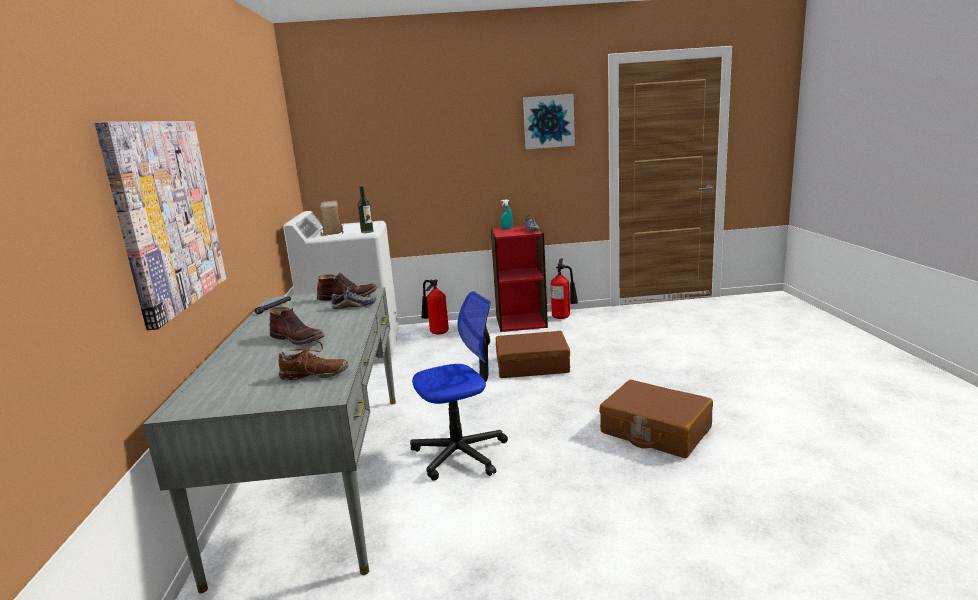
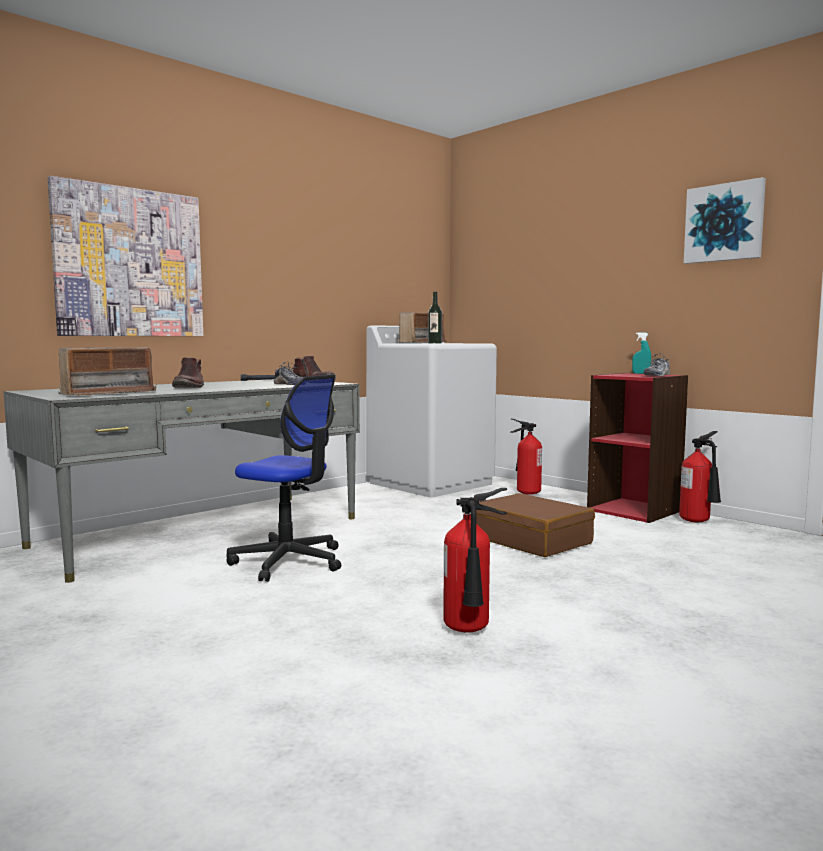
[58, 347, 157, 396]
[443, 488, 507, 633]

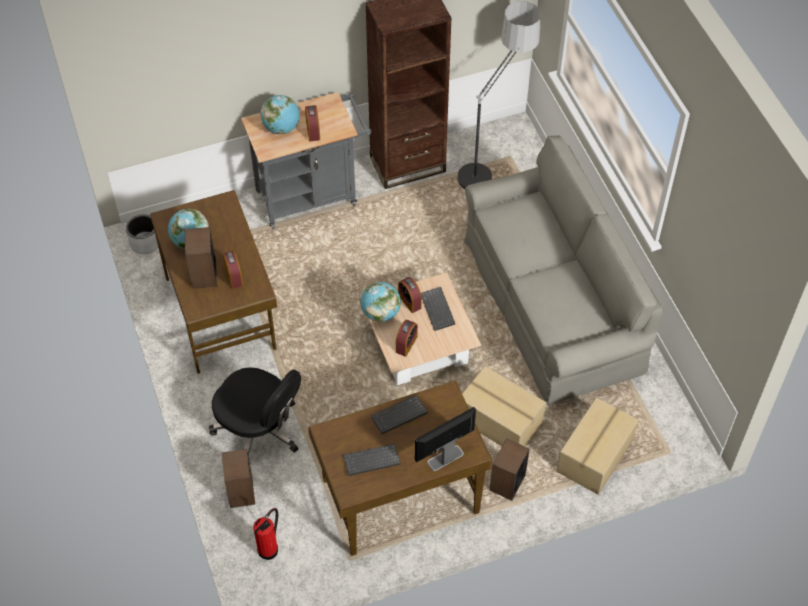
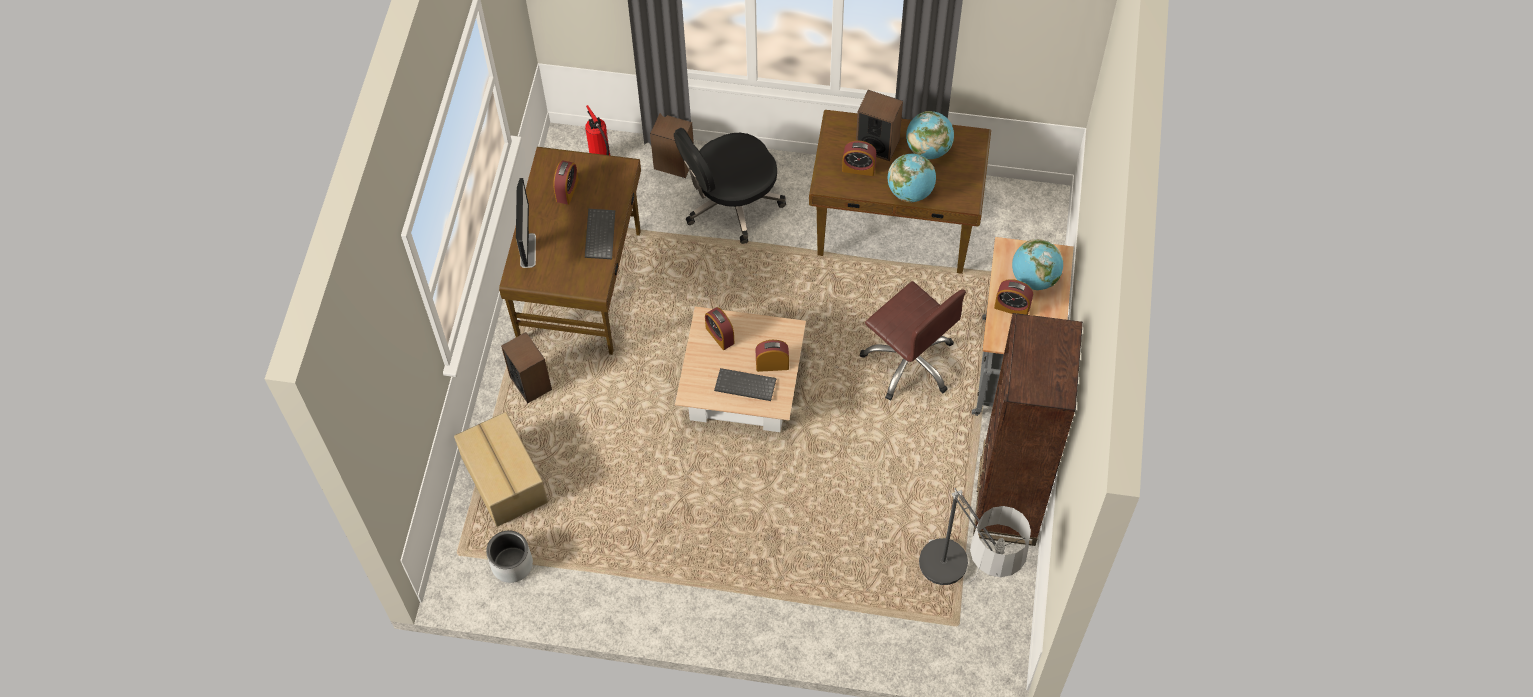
[464, 136, 663, 405] (first image)
[486, 530, 533, 583]
[888, 154, 936, 202]
[462, 366, 546, 446] (first image)
[553, 160, 579, 205]
[860, 281, 966, 401]

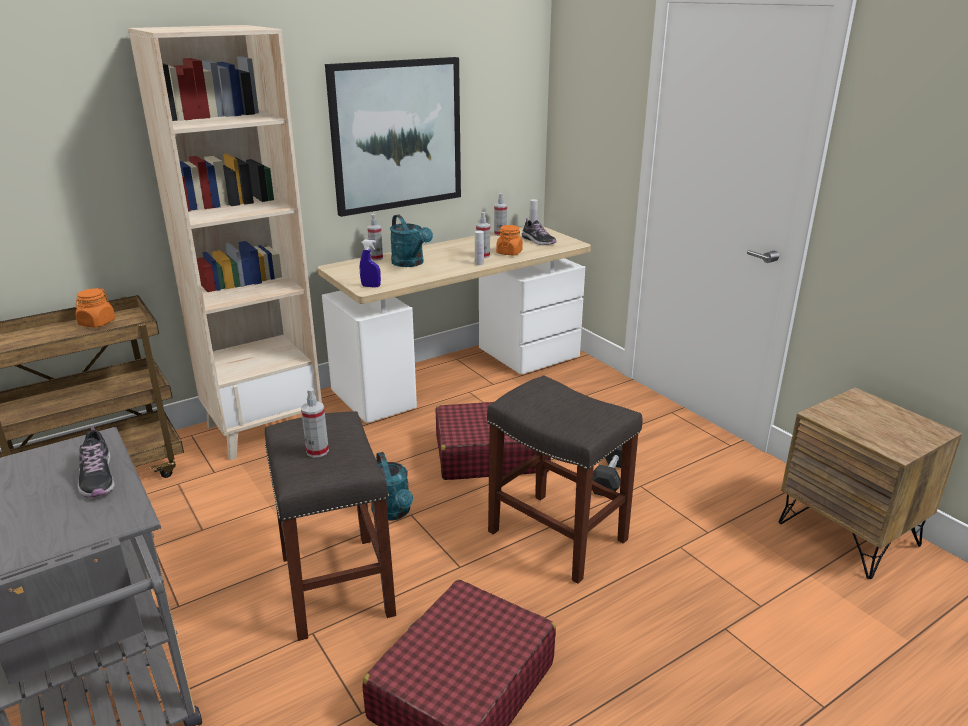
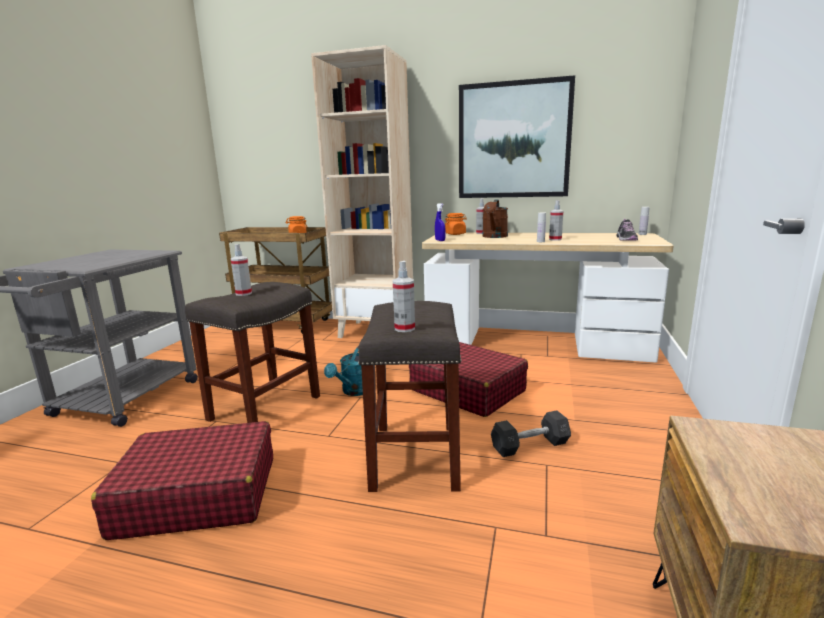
[393, 261, 415, 332]
[482, 200, 508, 238]
[445, 213, 467, 235]
[78, 425, 115, 497] (first image)

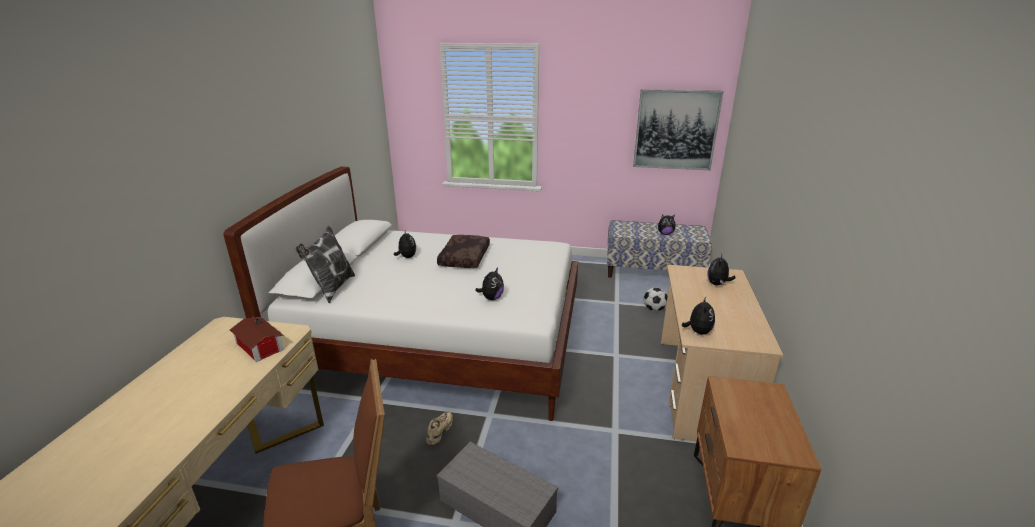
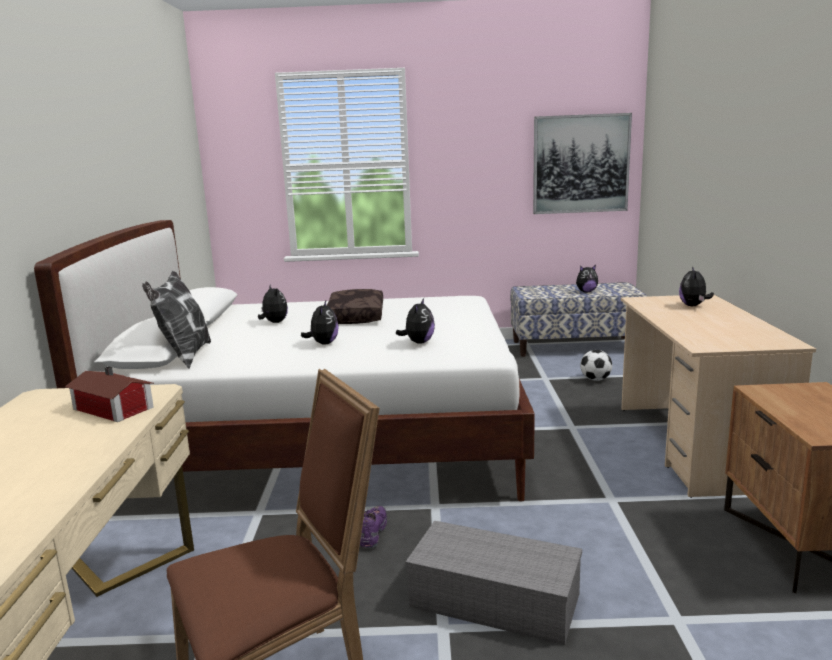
[301, 301, 339, 344]
[360, 506, 387, 548]

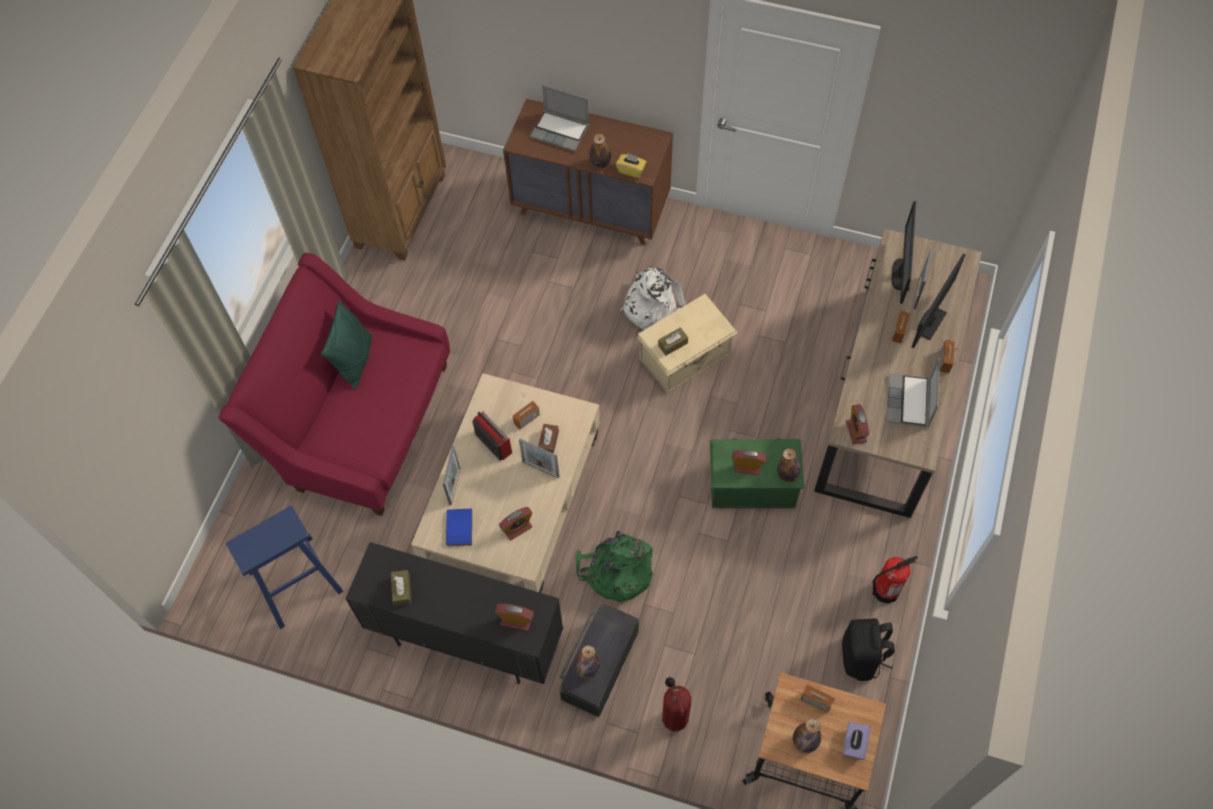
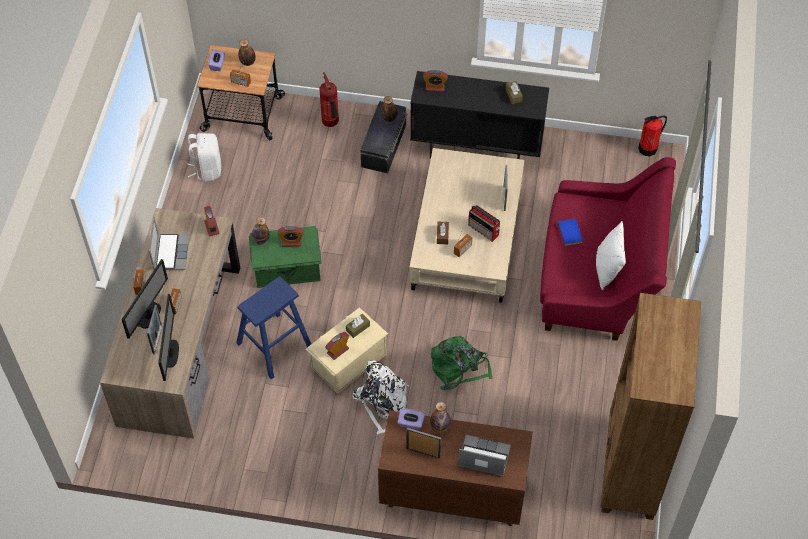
[398, 408, 425, 430]
[596, 221, 626, 290]
[407, 428, 441, 459]
[236, 276, 311, 379]
[325, 332, 349, 360]
[558, 219, 583, 246]
[430, 336, 492, 390]
[638, 115, 667, 156]
[187, 133, 221, 181]

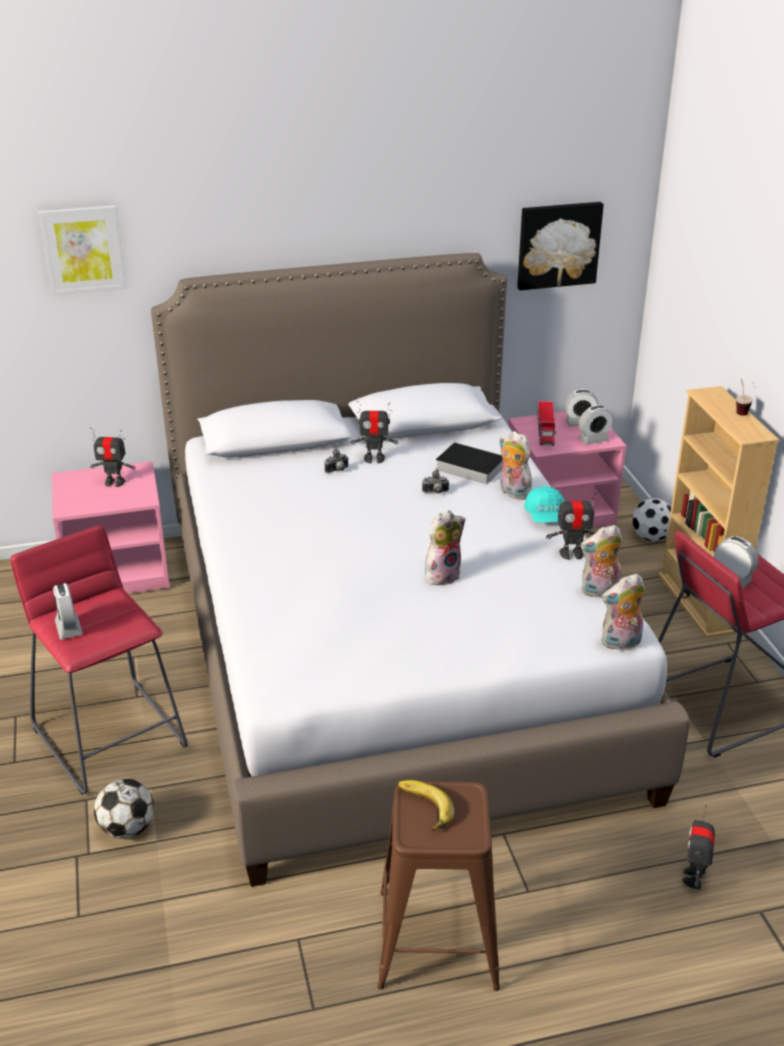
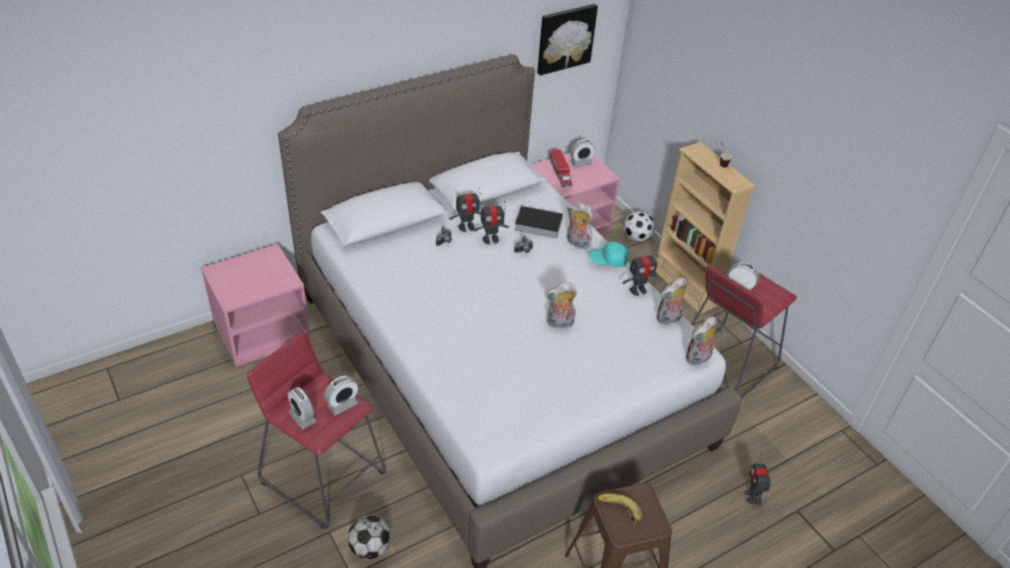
[38, 205, 127, 296] (first image)
[324, 375, 358, 415]
[473, 201, 509, 245]
[589, 241, 628, 267]
[546, 282, 577, 328]

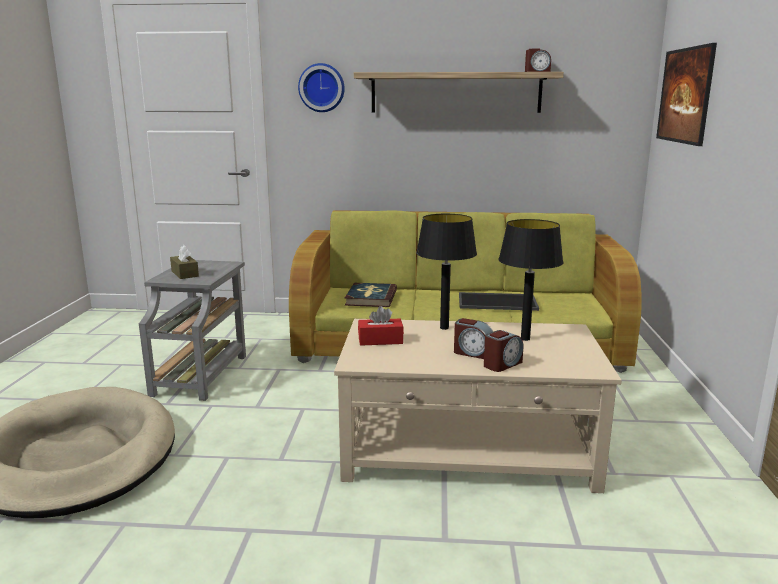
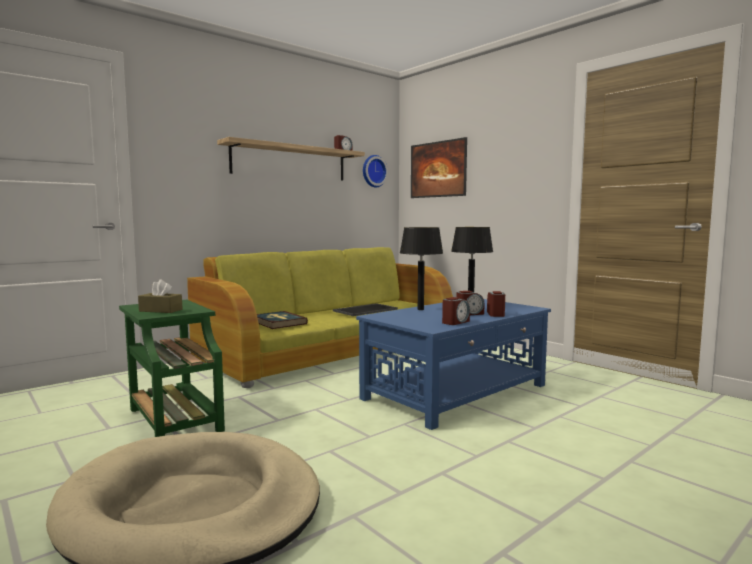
[363, 155, 388, 187]
[119, 300, 225, 437]
[358, 306, 404, 346] (first image)
[356, 299, 551, 430]
[442, 297, 470, 325]

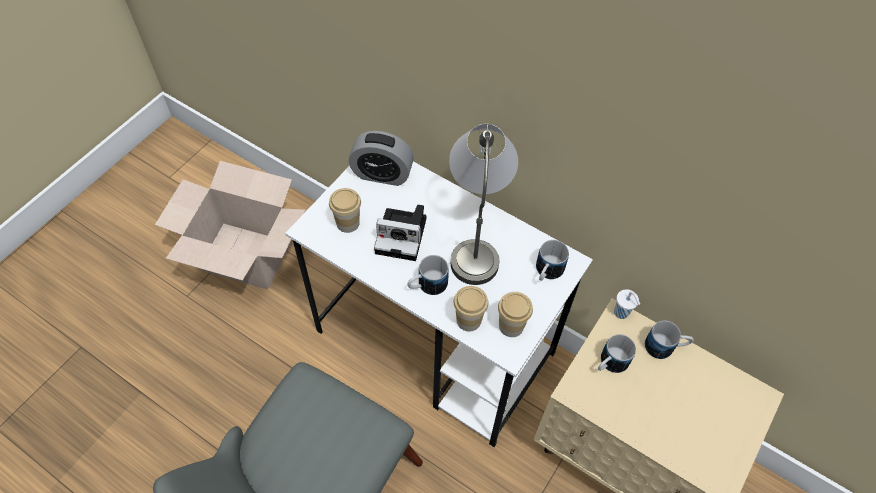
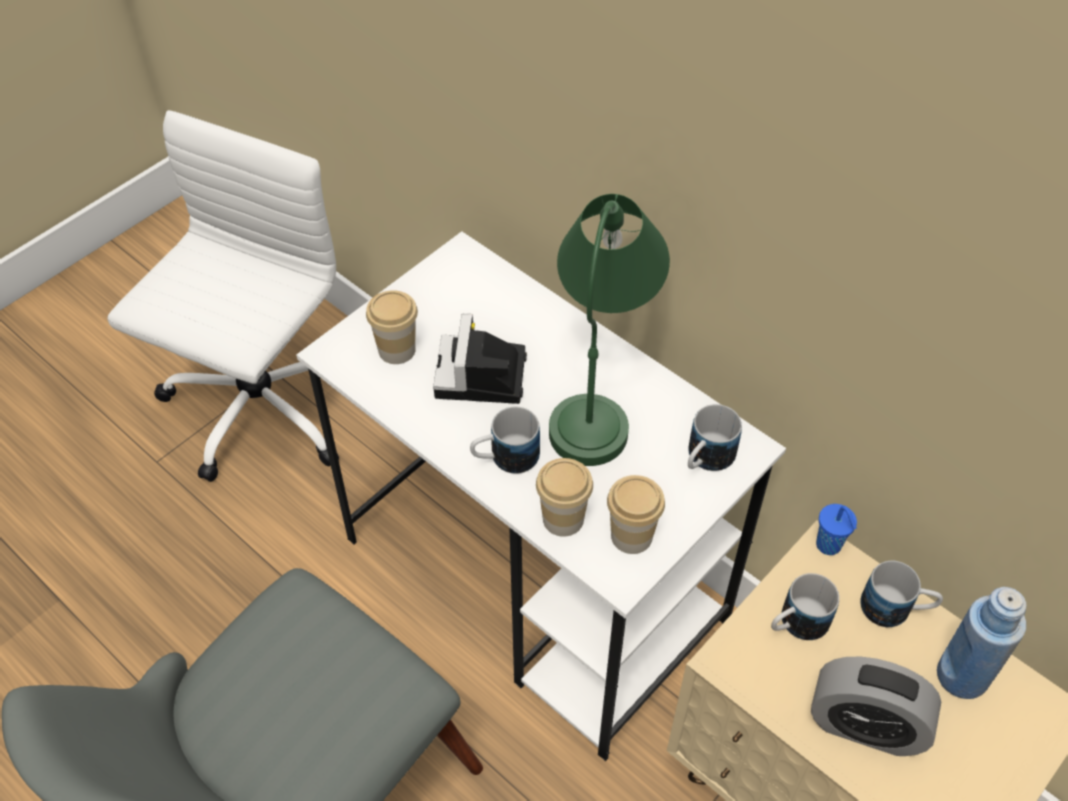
[549, 194, 670, 466]
[811, 657, 941, 756]
[108, 110, 339, 482]
[433, 314, 527, 404]
[816, 504, 857, 555]
[937, 587, 1026, 699]

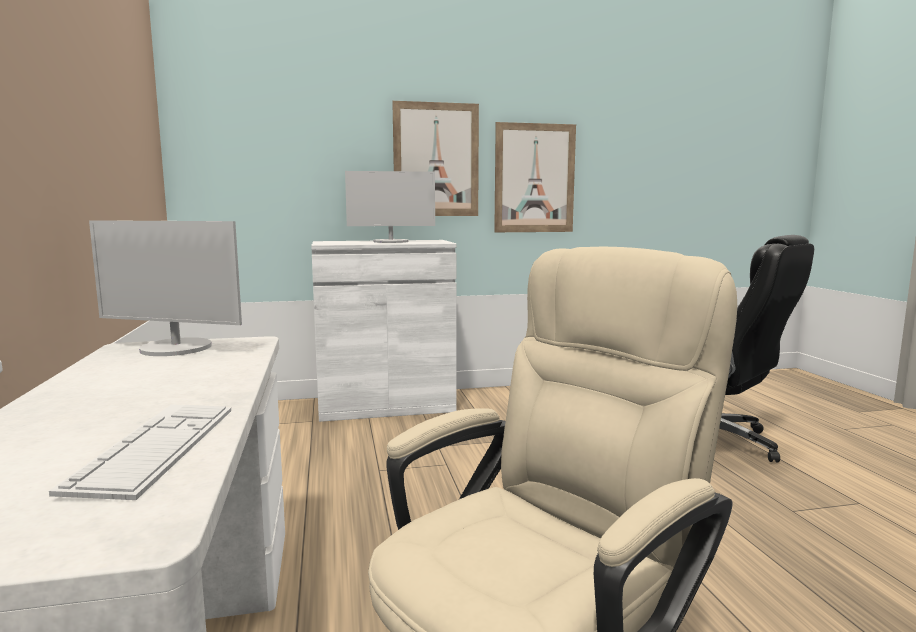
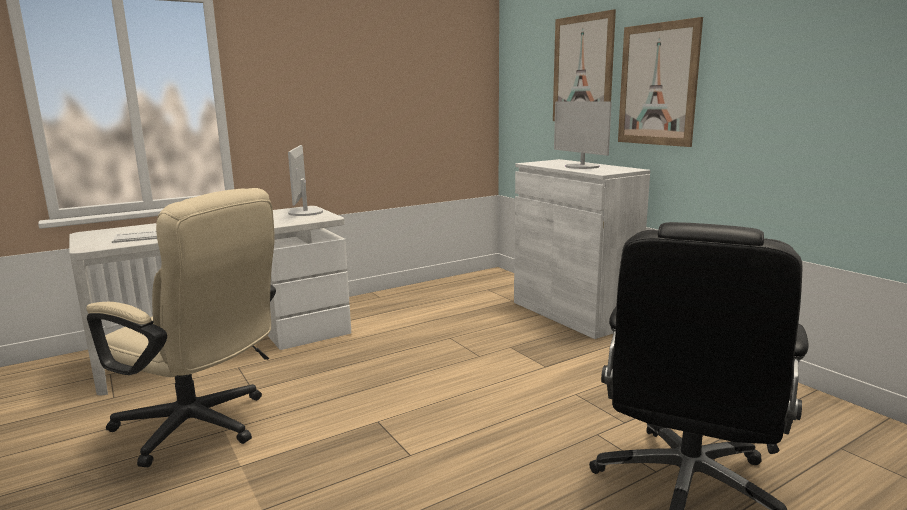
[553, 9, 616, 121]

